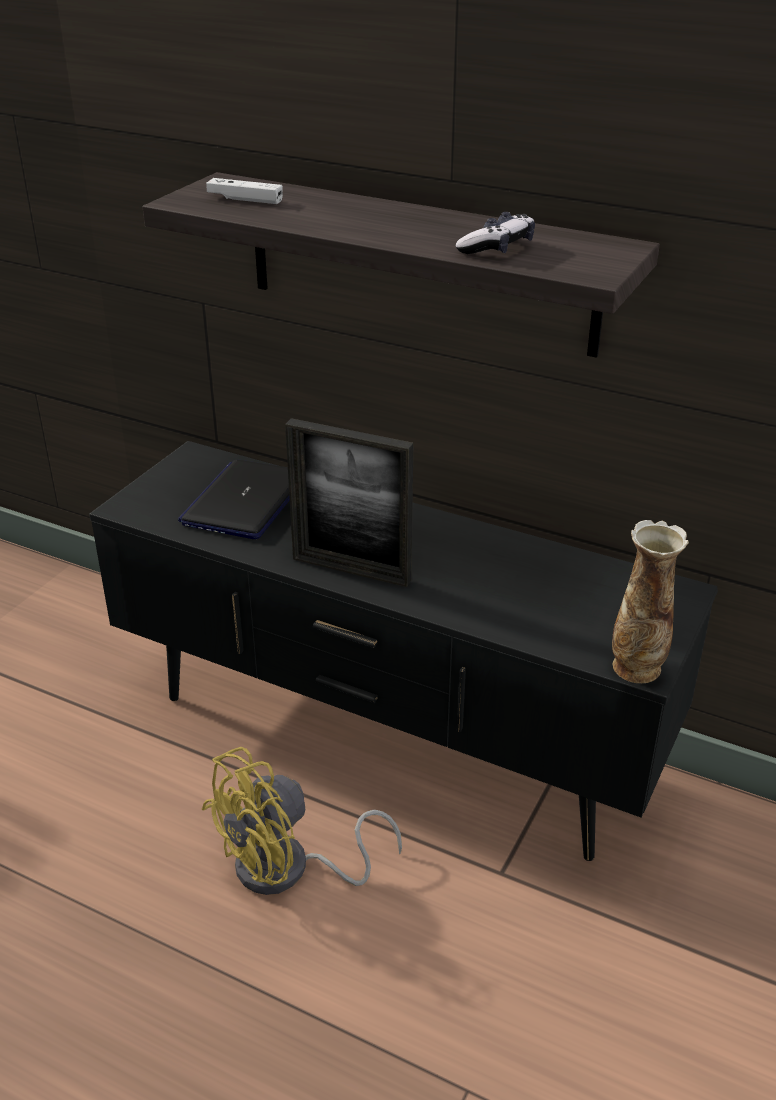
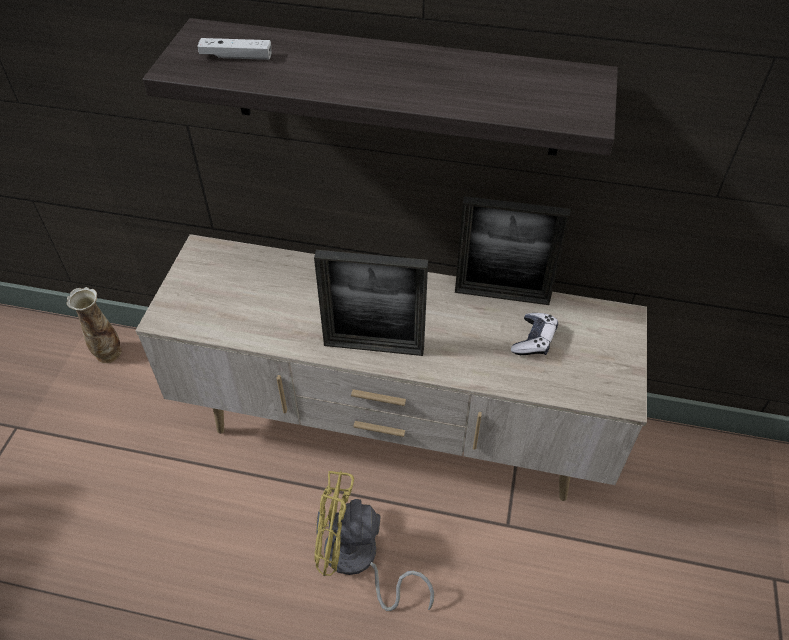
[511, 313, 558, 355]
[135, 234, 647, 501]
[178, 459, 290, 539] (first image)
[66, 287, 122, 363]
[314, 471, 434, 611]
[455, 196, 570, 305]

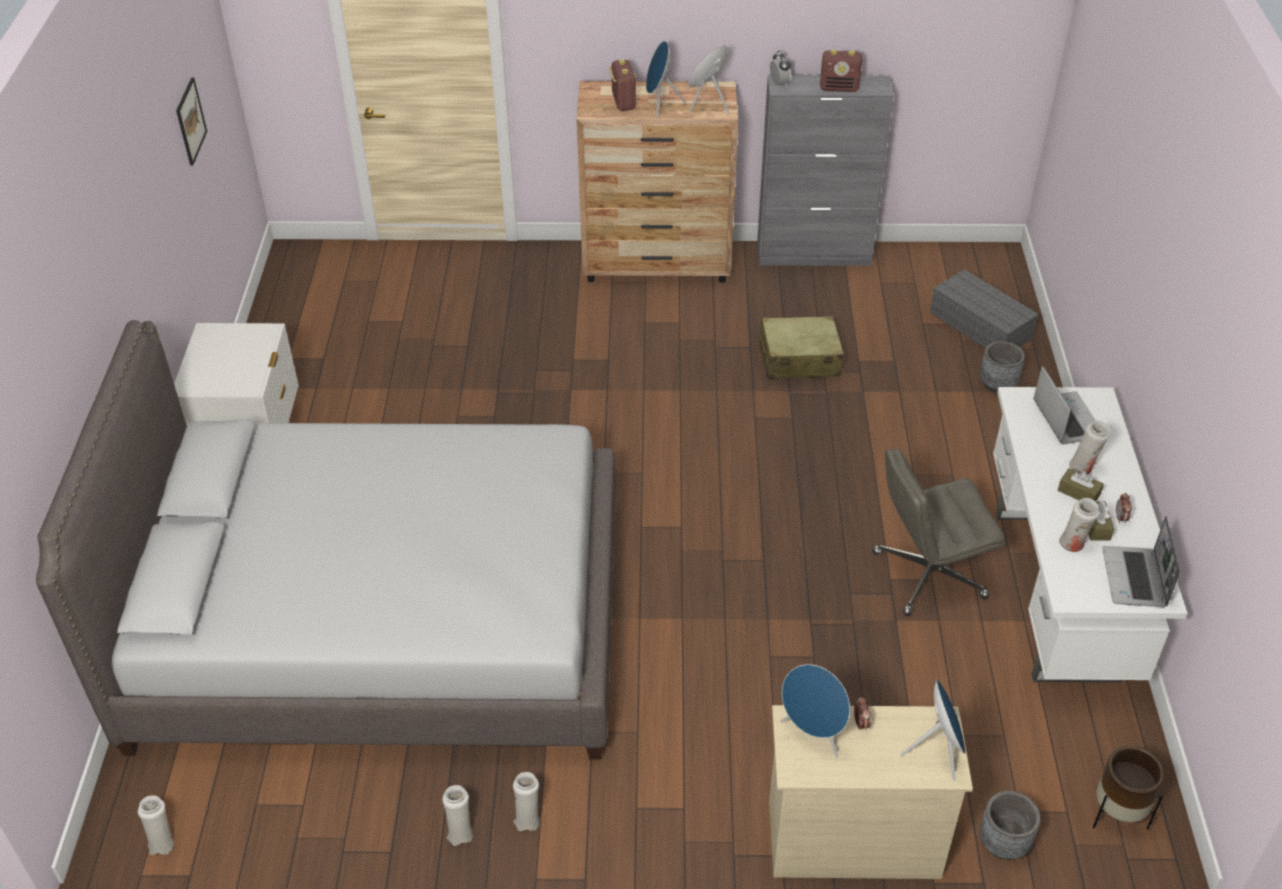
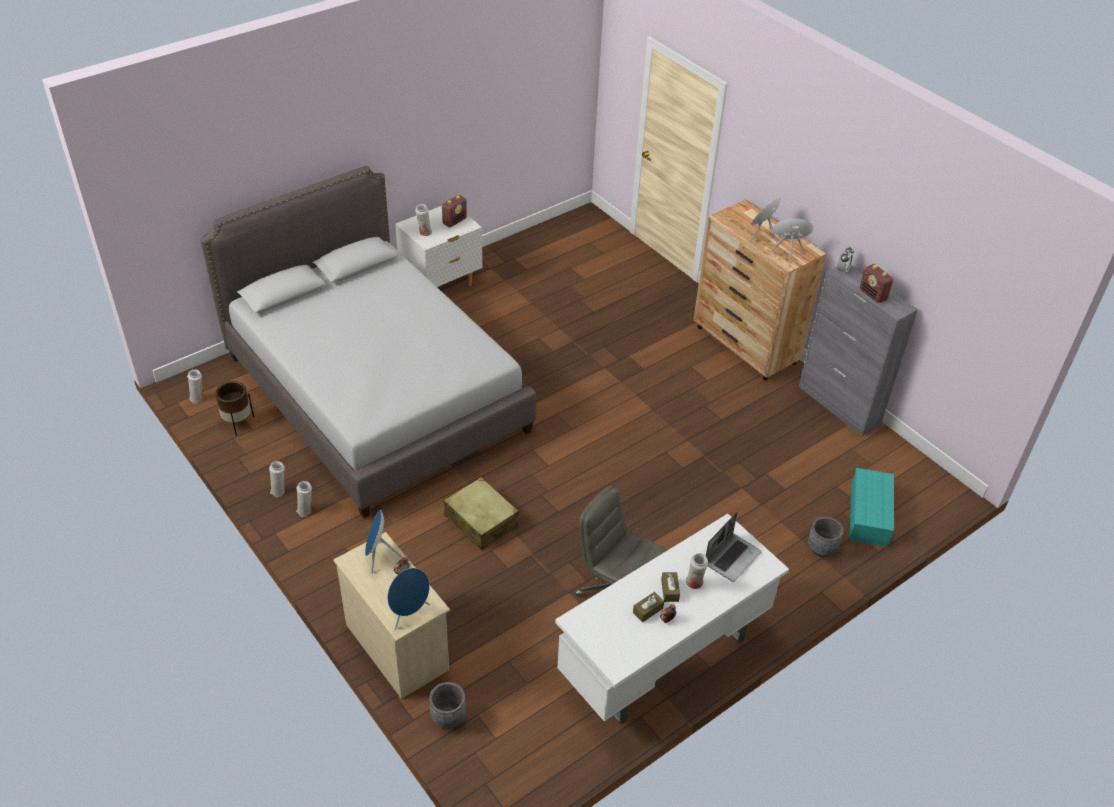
[442, 195, 467, 227]
[176, 78, 207, 165] (first image)
[850, 468, 894, 547]
[444, 477, 519, 550]
[415, 204, 432, 236]
[1102, 516, 1180, 607] (first image)
[215, 381, 254, 436]

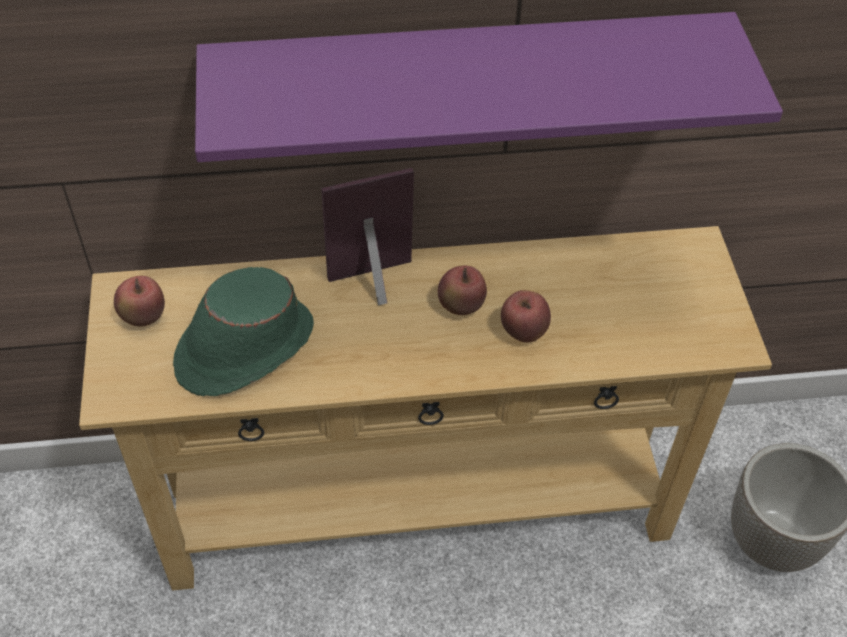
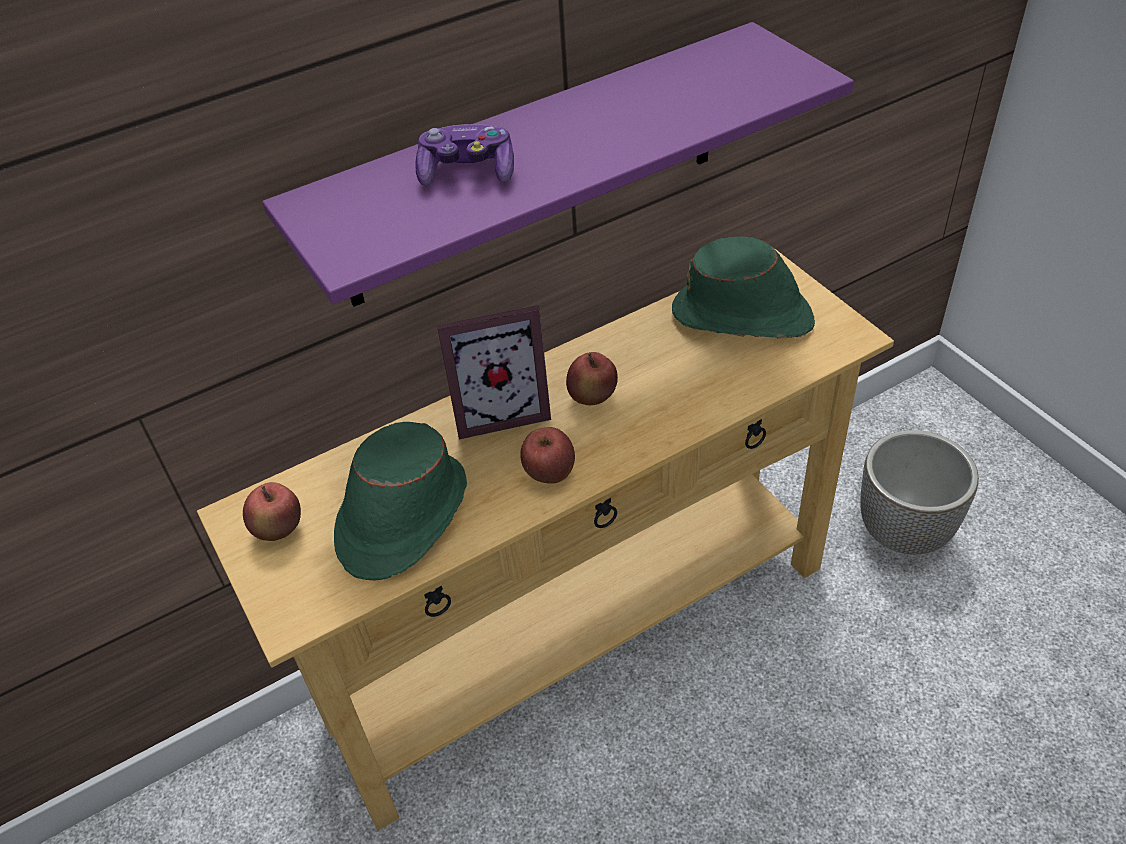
[437, 305, 551, 439]
[520, 427, 575, 484]
[415, 124, 514, 186]
[672, 236, 815, 339]

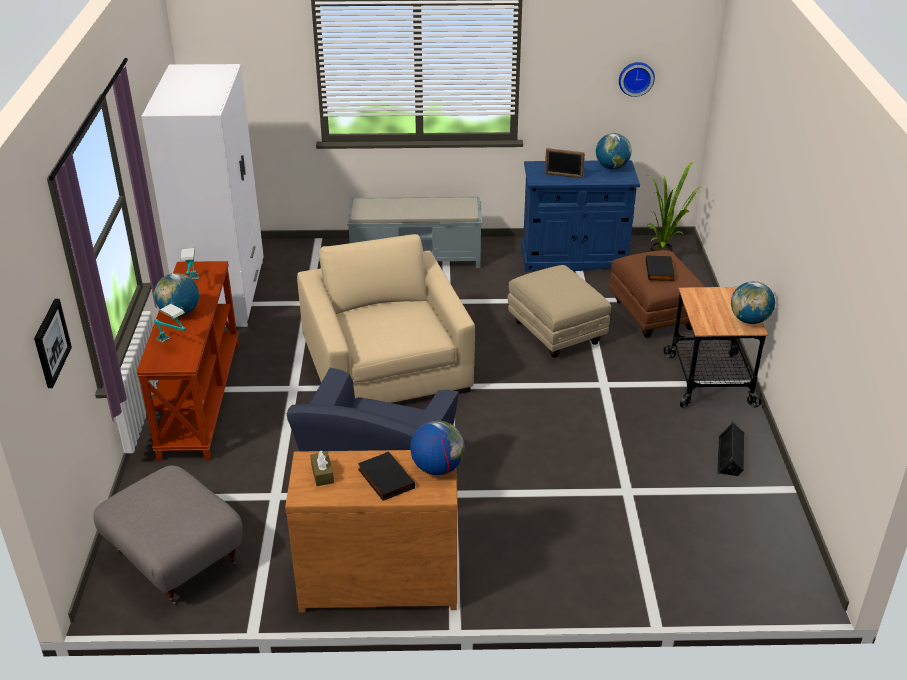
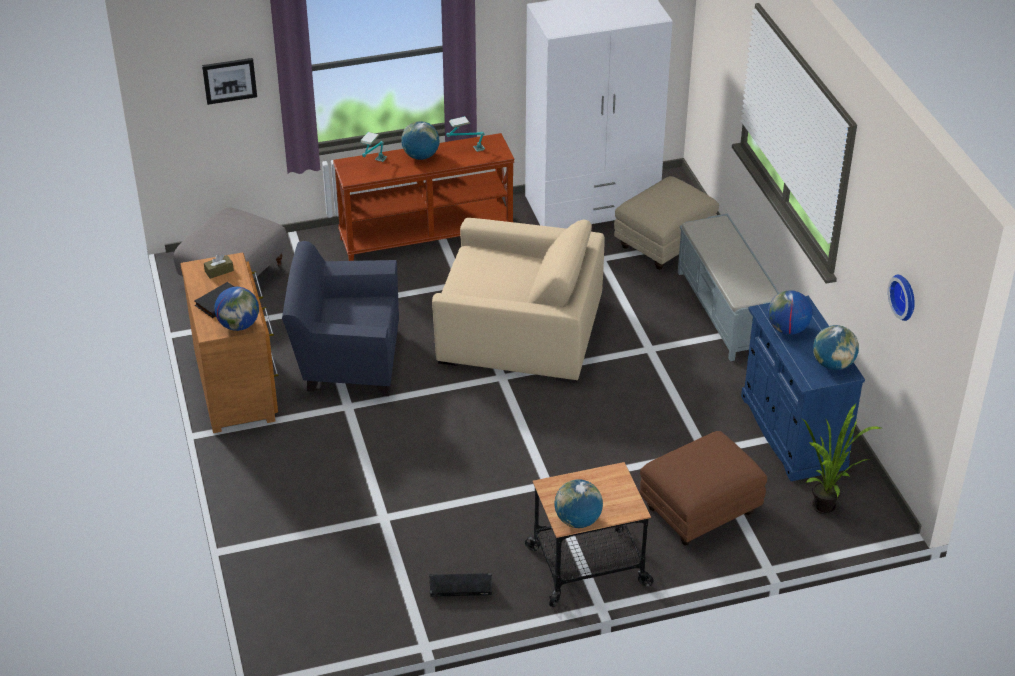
[768, 290, 812, 335]
[432, 218, 605, 383]
[646, 255, 675, 281] (first image)
[614, 176, 719, 269]

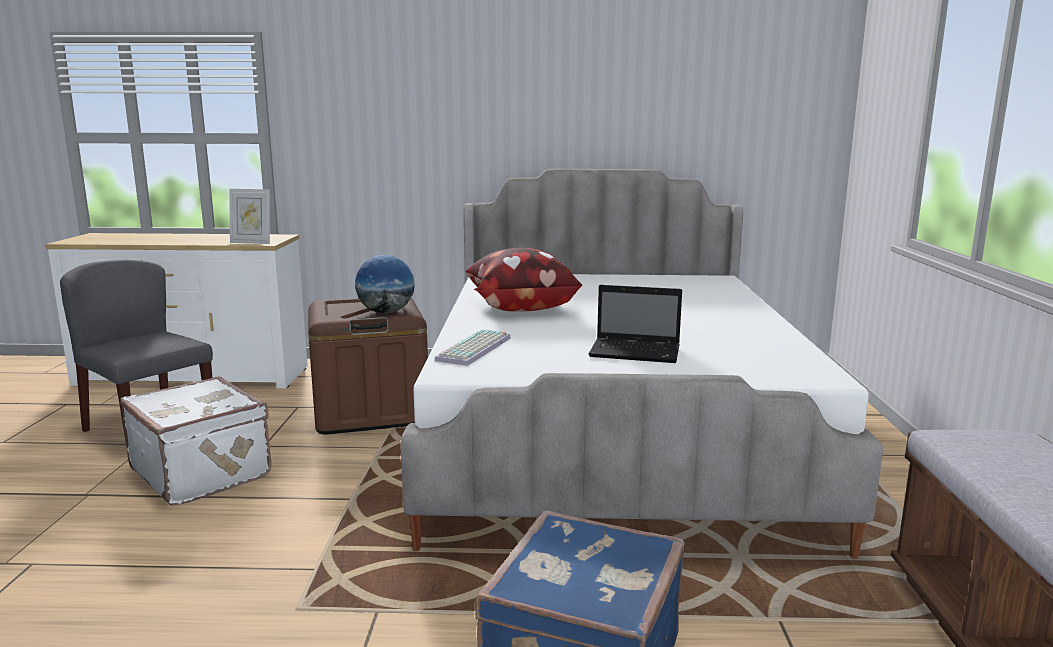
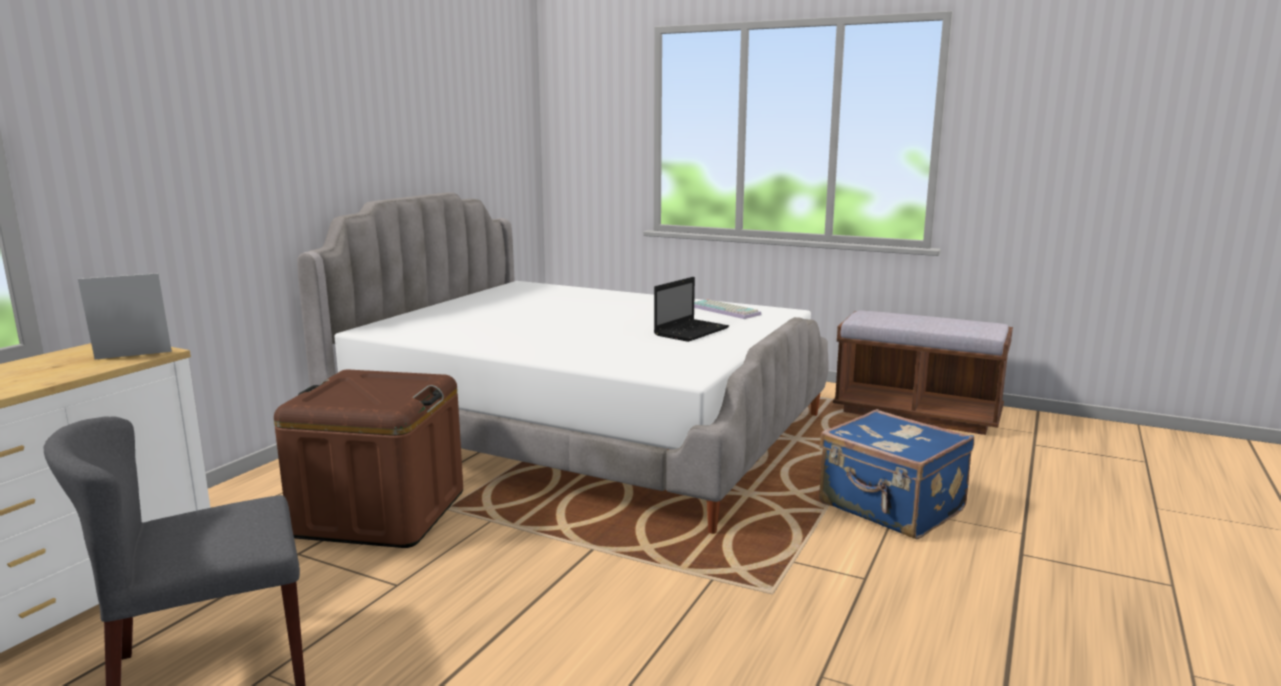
[78, 273, 172, 360]
[465, 248, 582, 312] (first image)
[355, 255, 415, 313] (first image)
[694, 299, 761, 319]
[120, 376, 272, 506] (first image)

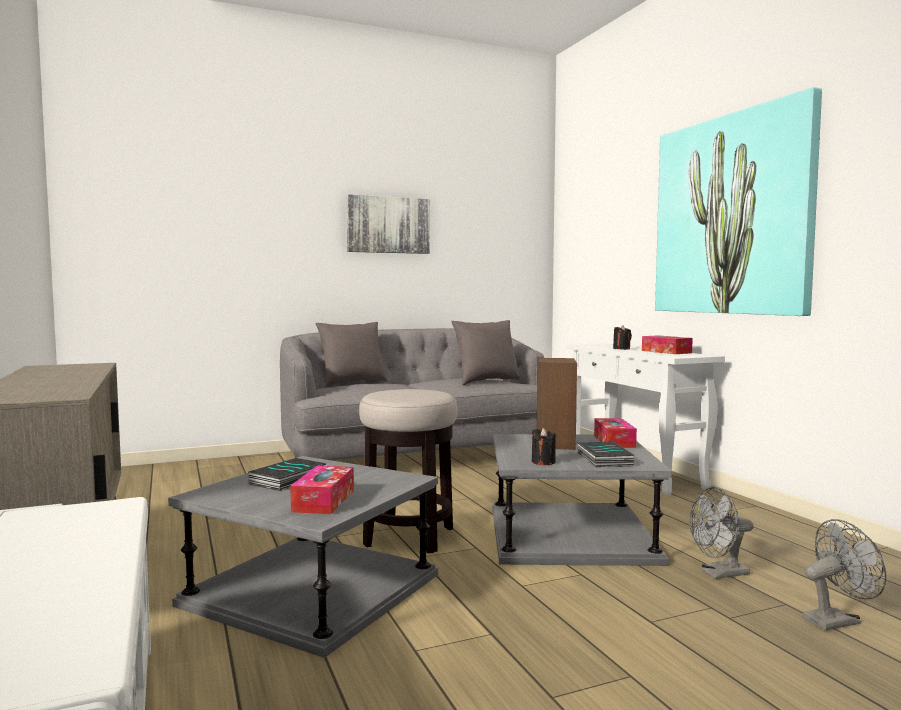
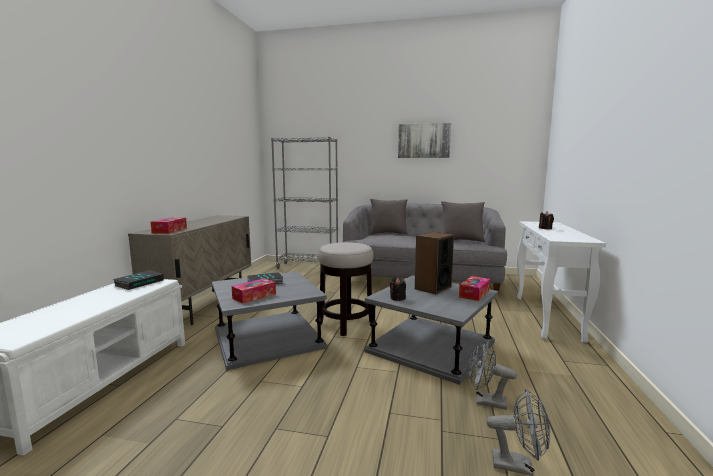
[655, 87, 822, 316] (first image)
[151, 217, 187, 234]
[113, 270, 164, 290]
[271, 137, 338, 269]

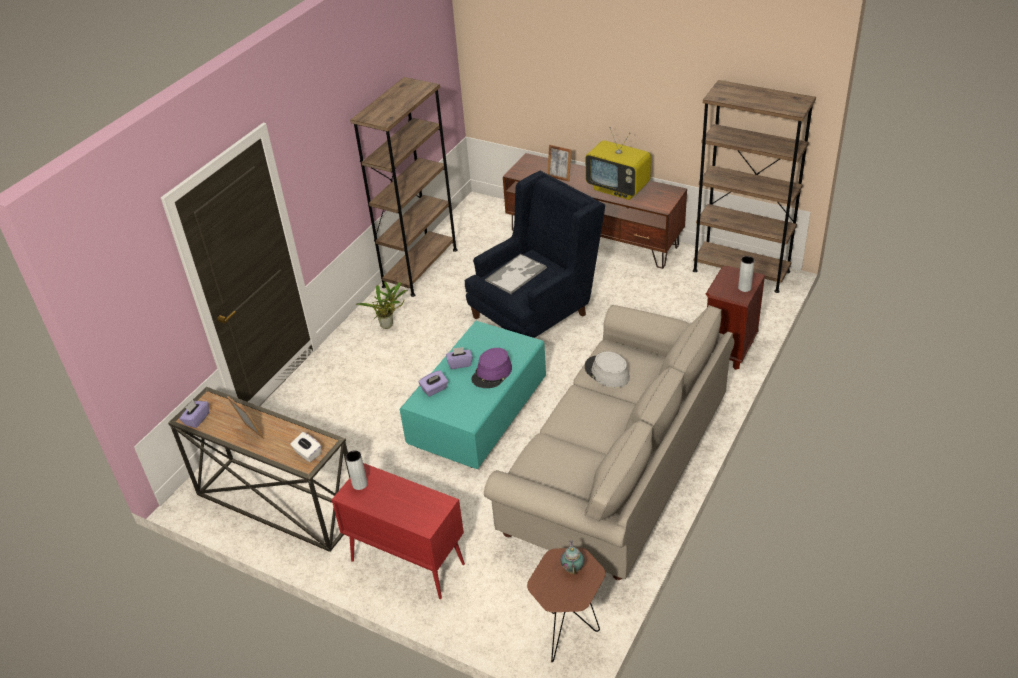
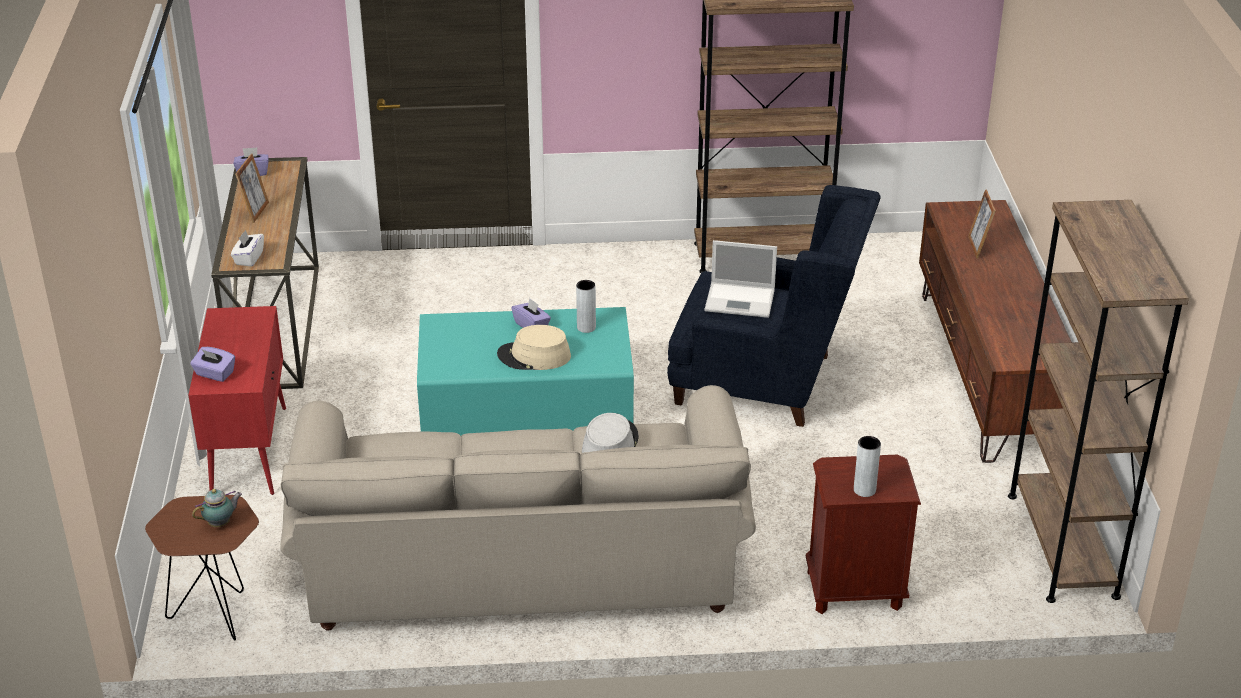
[585, 127, 651, 200] (first image)
[704, 240, 777, 318]
[355, 281, 407, 329] (first image)
[497, 325, 571, 370]
[190, 347, 235, 382]
[576, 280, 596, 333]

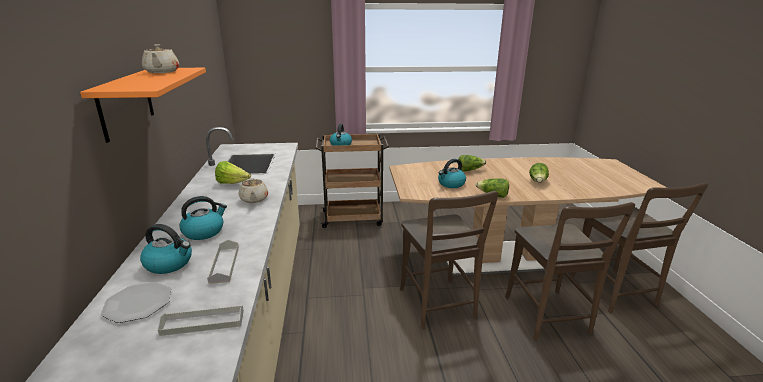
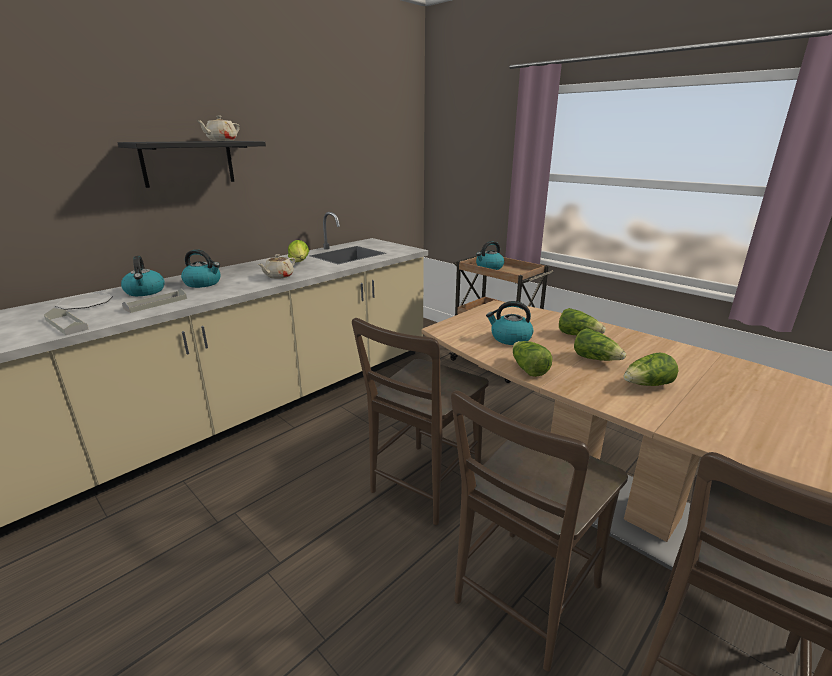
[117, 141, 266, 188]
[574, 328, 626, 361]

